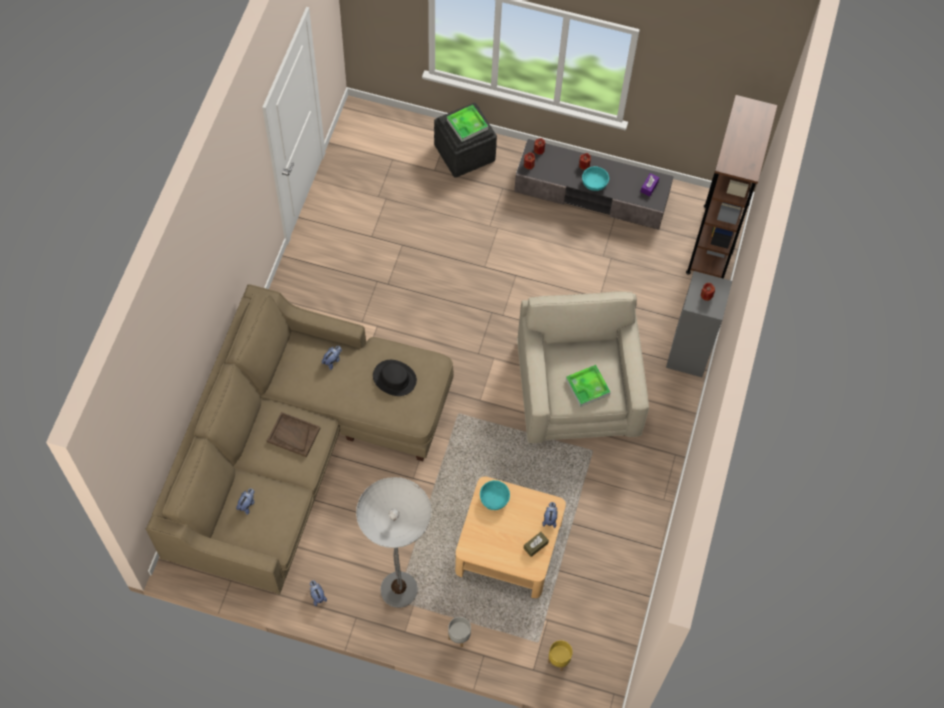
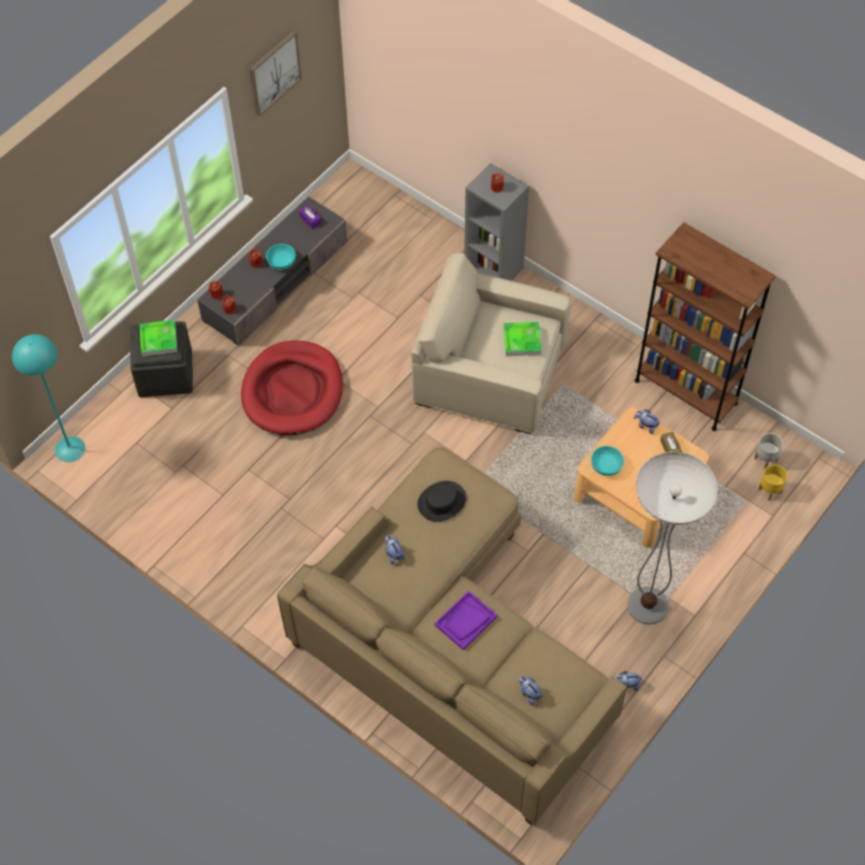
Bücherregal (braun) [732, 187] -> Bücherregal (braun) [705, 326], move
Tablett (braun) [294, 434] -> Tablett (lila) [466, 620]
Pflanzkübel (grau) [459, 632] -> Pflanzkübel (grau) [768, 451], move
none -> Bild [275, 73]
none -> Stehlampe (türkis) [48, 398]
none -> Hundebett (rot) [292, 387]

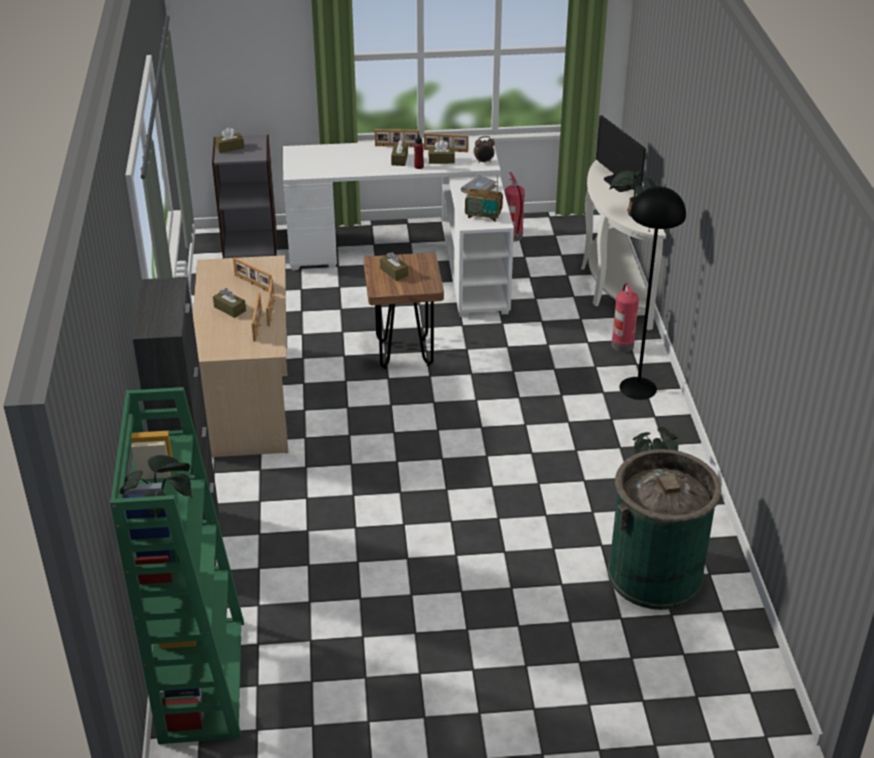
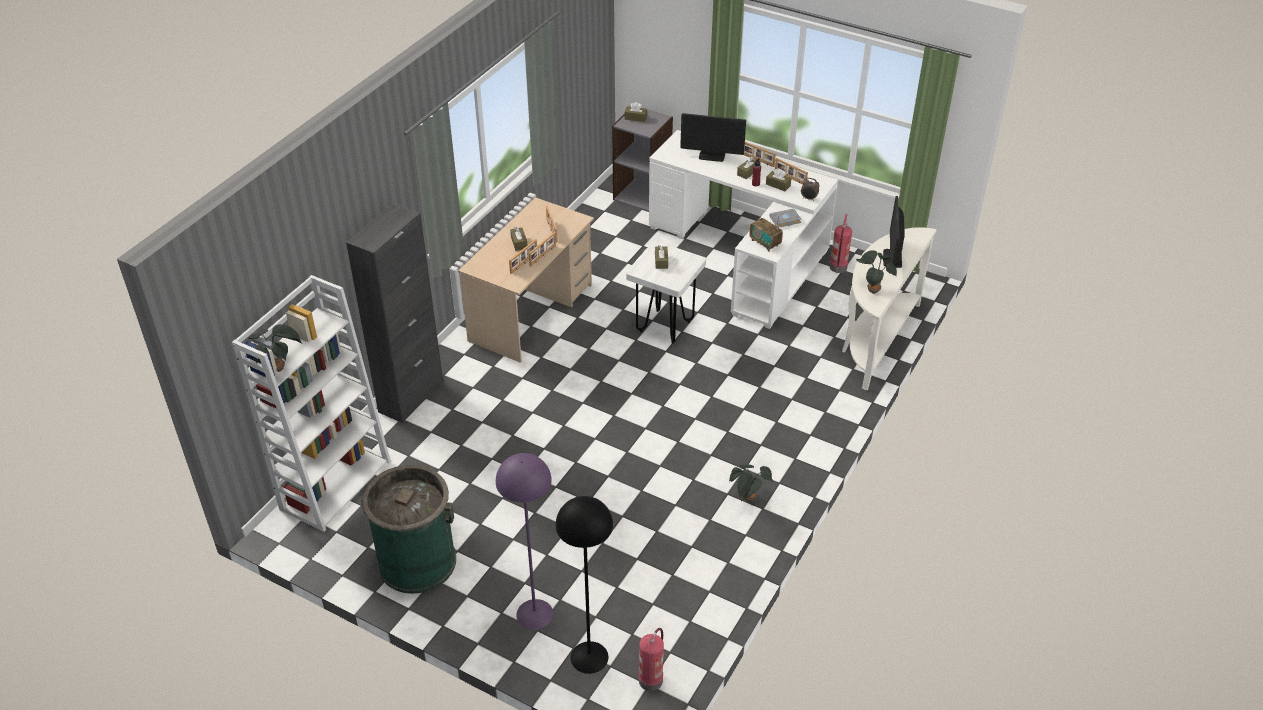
Stehlampe (schwarz) [652, 293] -> Stehlampe (schwarz) [584, 585], move
Hocker (braun) [404, 310] -> Hocker (weiß) [666, 292]
Feuerlöscher [625, 317] -> Feuerlöscher [651, 659], move
Bücherregal (grün) [177, 565] -> Bücherregal (weiß) [311, 403]
Mülleimer (grün) [664, 529] -> Mülleimer (grün) [408, 529], move
none -> Monitor [713, 137]
none -> Stehlampe (lila) [524, 541]

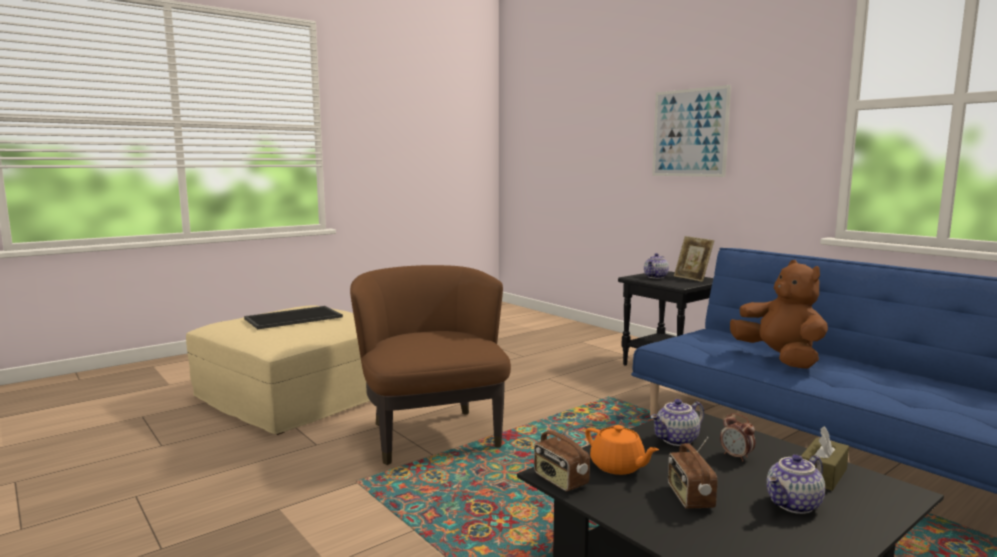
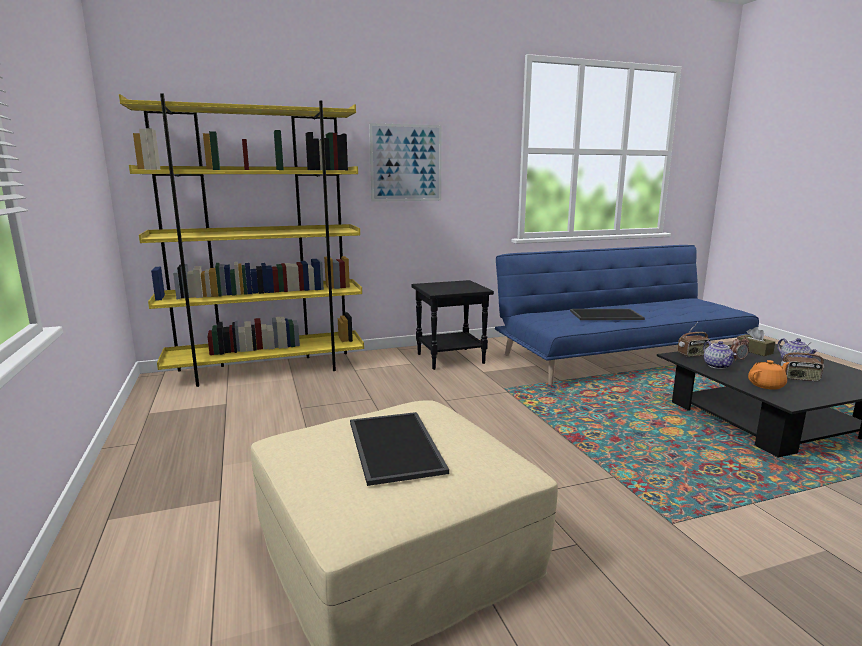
Bilderrahmen [694, 259] -> none
Teekanne [656, 266] -> none
Plüschtier (braun) [779, 314] -> Tablett [607, 314]
Sessel (braun) [430, 365] -> none
Radio [562, 456] -> Radio [694, 339], move
none -> Bücherregal (gelb) [241, 240]

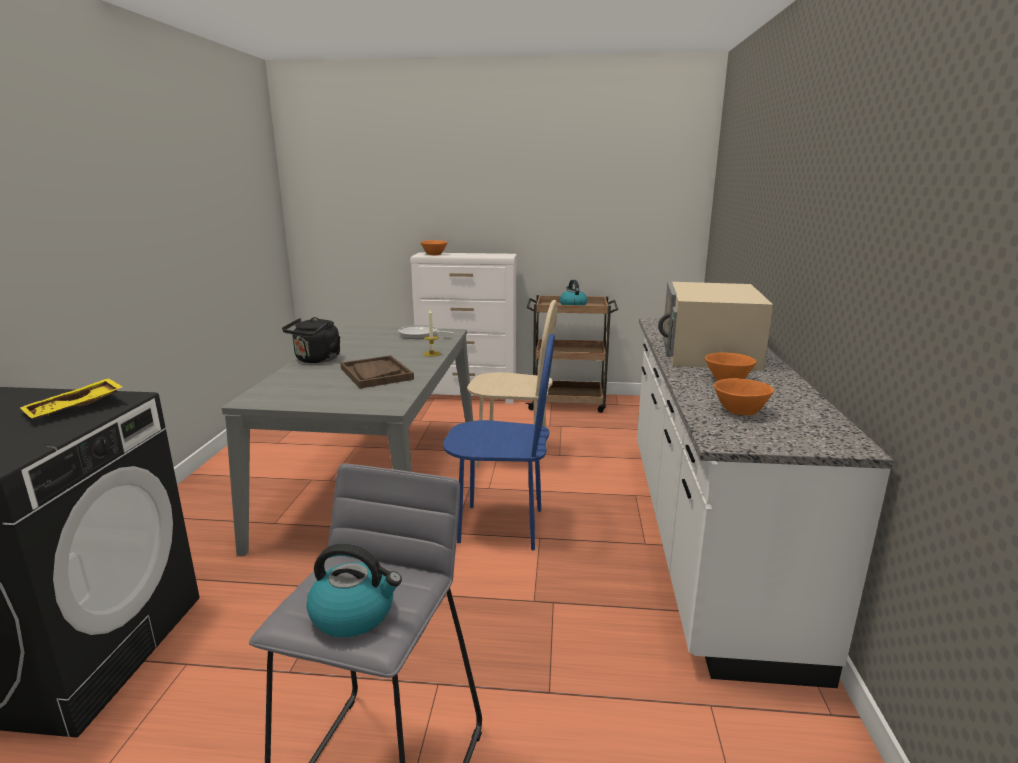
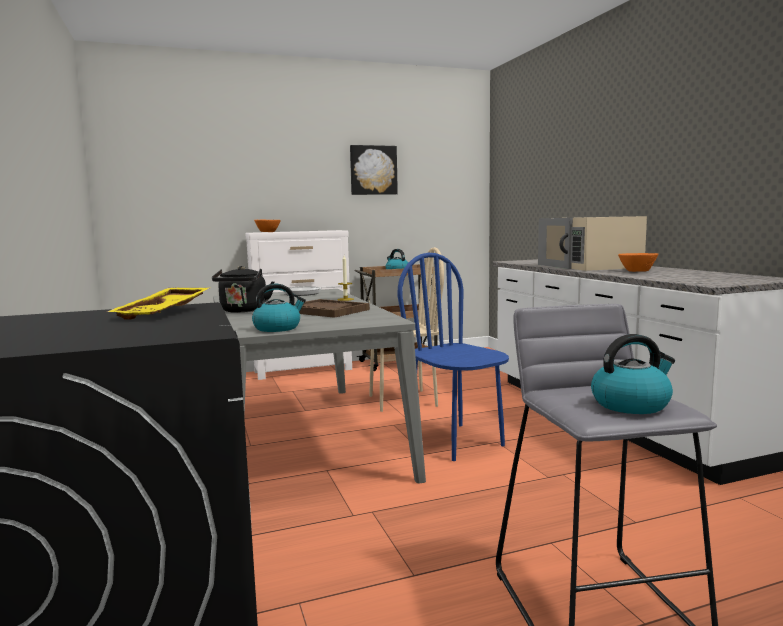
Stuhl (blau) [499, 441] -> Stuhl (blau) [453, 357], 105 degrees counterclockwise
Schüssel (orange) [744, 396] -> none
none -> Bild [374, 170]
none -> Wasserkessel [279, 308]

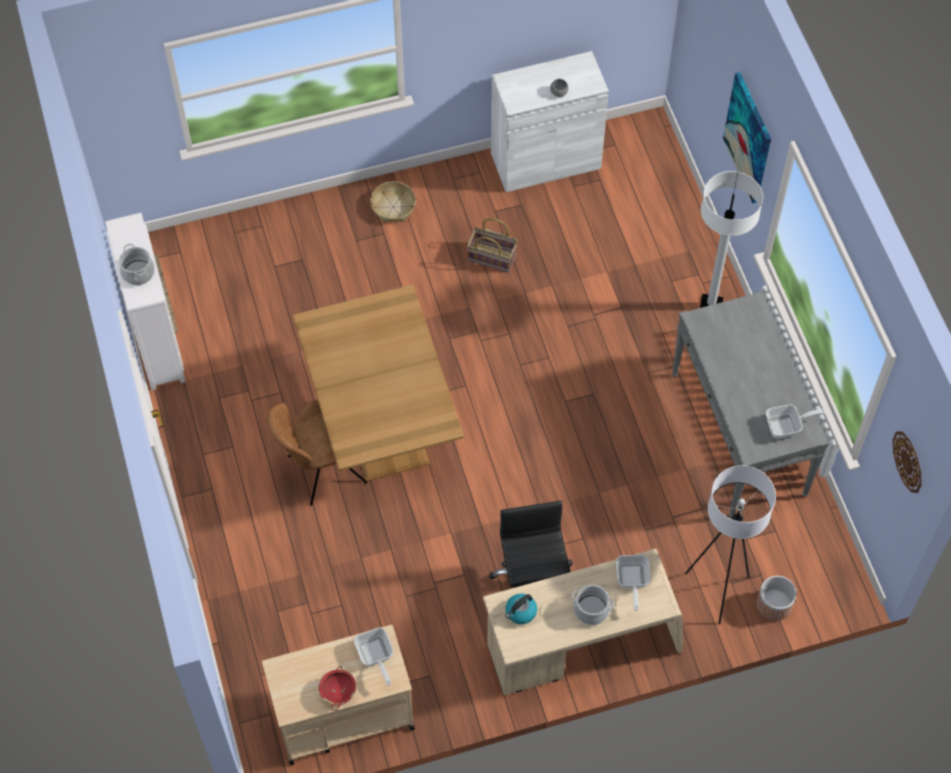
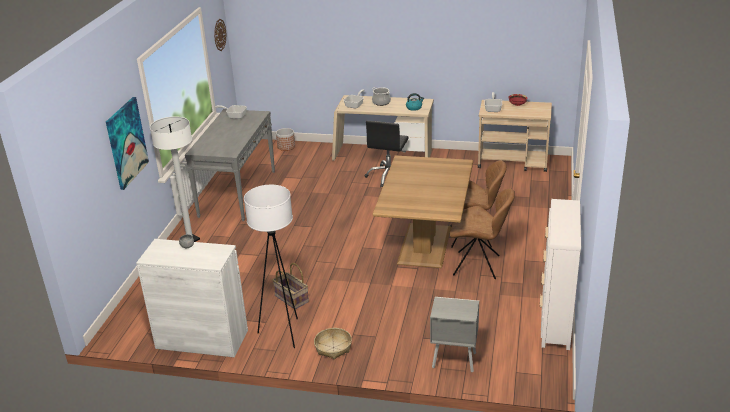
Kochtopf [137, 264] -> none
Stehlampe (weiß) [731, 544] -> Stehlampe (weiß) [271, 266], move
none -> Stuhl (braun) [482, 233]
none -> Nachttisch (grau) [454, 335]

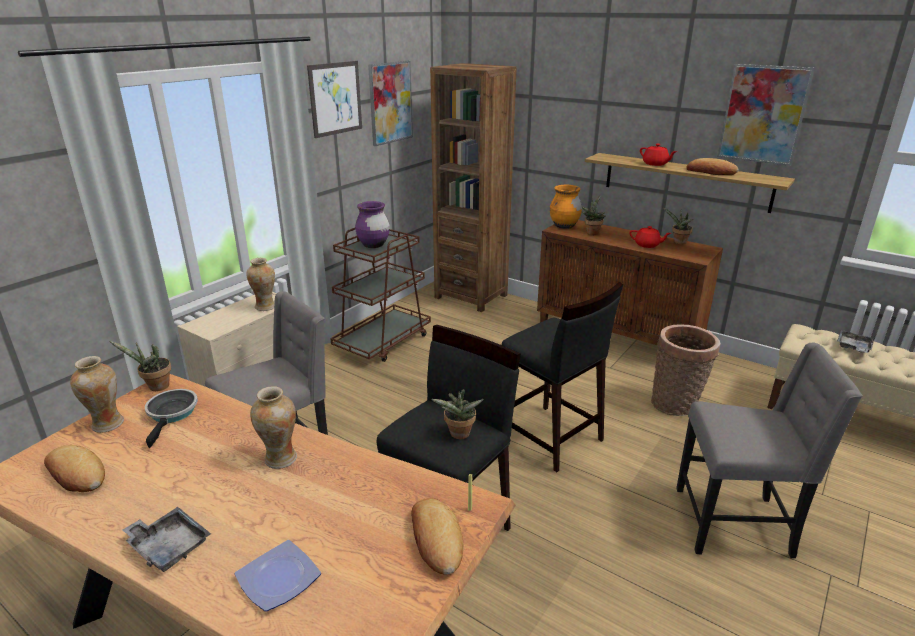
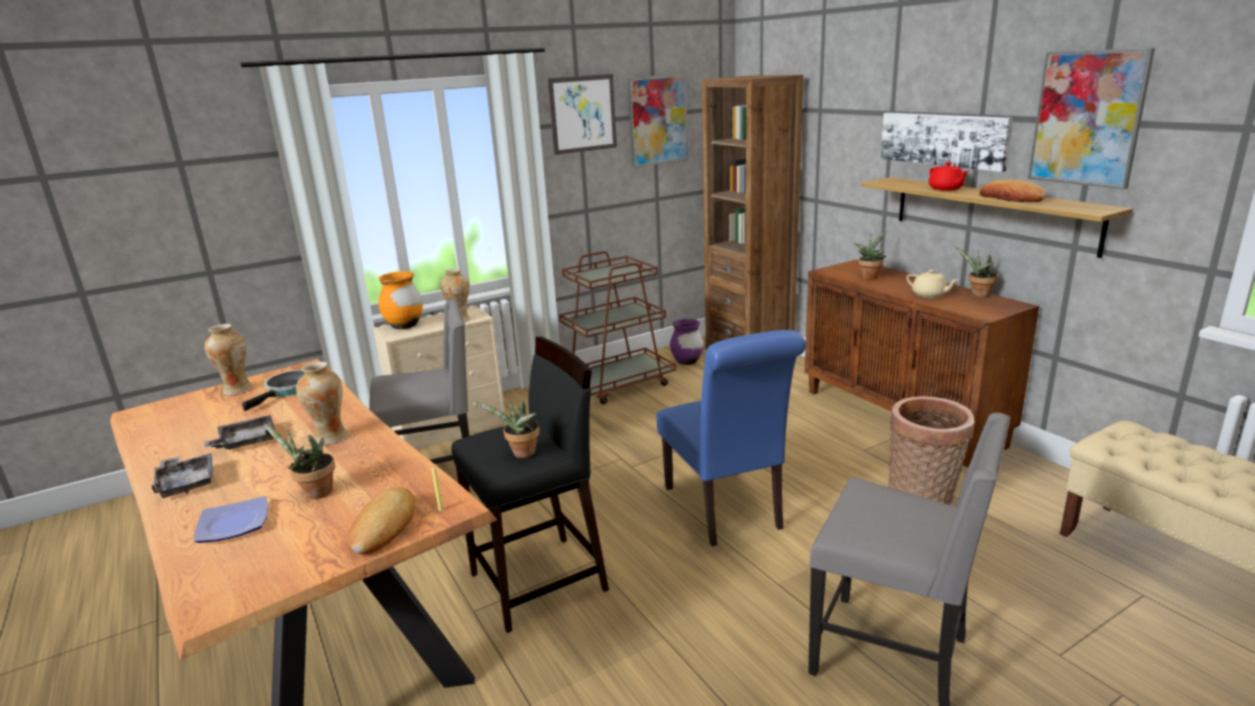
Vase (orange) [566, 207] -> Vase (orange) [400, 300], move
Vase (lila) [372, 224] -> Vase (lila) [687, 342], move
Teekanne (rot) [650, 237] -> Teekanne (beige) [932, 284]
Hocker (schwarz) [563, 377] -> Stuhl (blau) [731, 438]
Tablett (grau) [856, 341] -> Tablett (grau) [239, 432], move
Topfpflanze [140, 366] -> Topfpflanze [299, 461], move
Brot [74, 468] -> none
none -> Bild [946, 142]

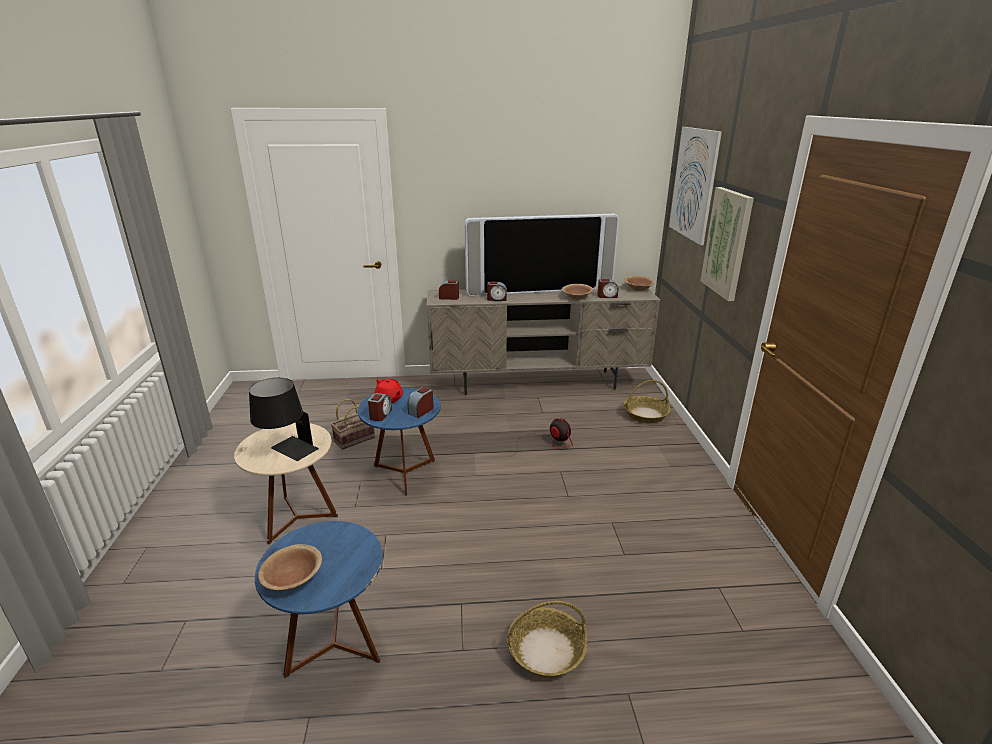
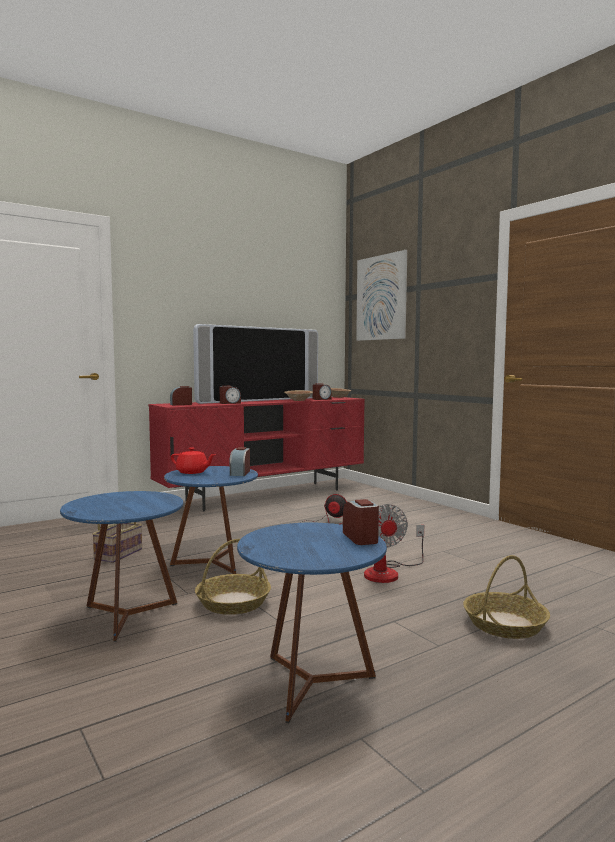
Bild [727, 244] -> none
Fernsehschrank (beige) [543, 340] -> Fernsehschrank (rot) [257, 454]
Tischlampe (schwarz) [284, 419] -> none
Korb [647, 401] -> Korb [233, 577], move
Wecker [380, 407] -> Wecker [361, 522], move
Beistelltisch (beige) [286, 483] -> Beistelltisch (blau) [121, 566]
Schüssel (braun) [290, 567] -> none
none -> Ventilator [394, 543]

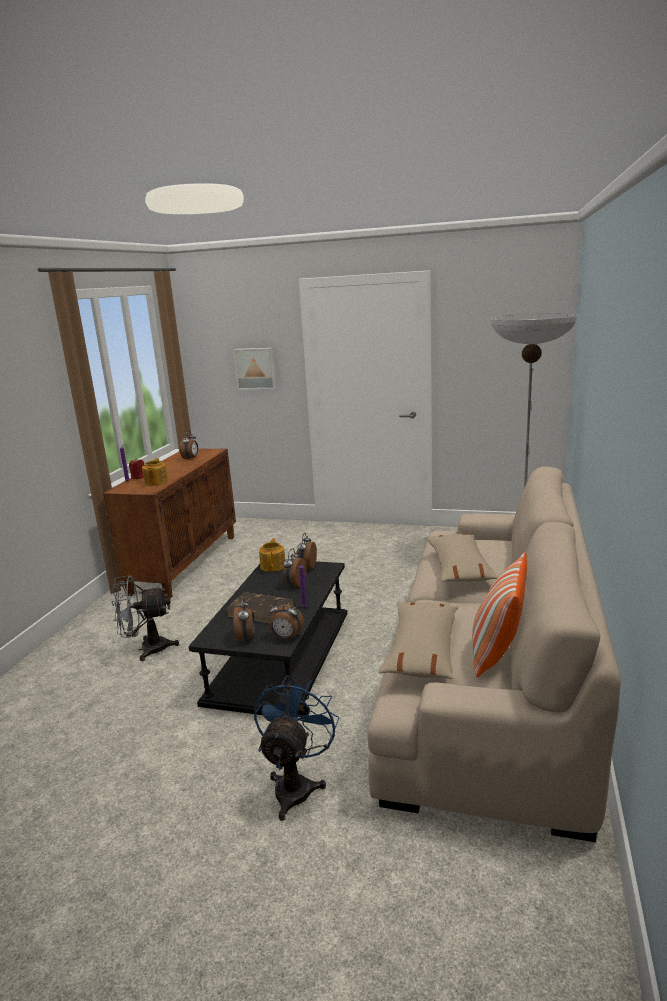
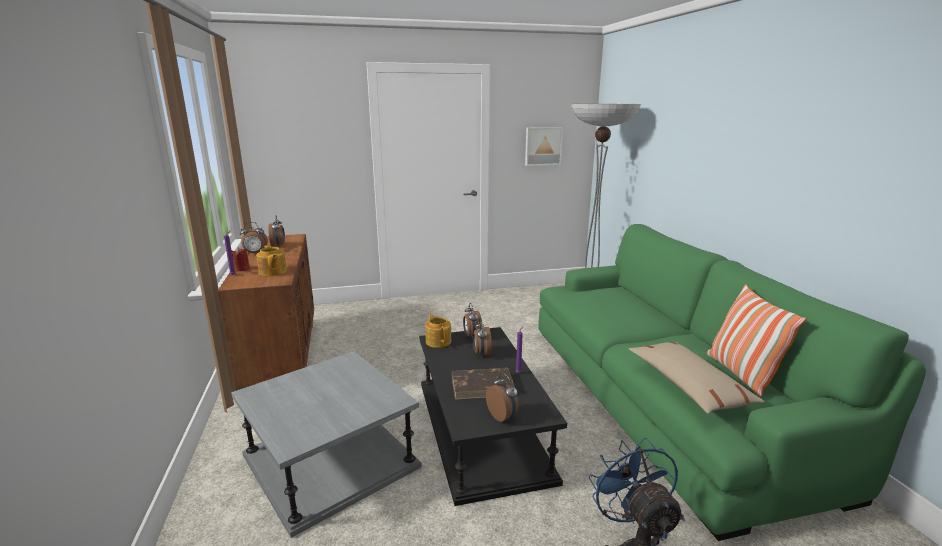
Bild [254, 369] -> Bild [544, 146], move
Sofa (beige) [494, 654] -> Sofa (grün) [732, 382]
Kissen (beige) [462, 558] -> none
Ventilator (grau) [145, 618] -> Beistelltisch (grau) [326, 444]
Wecker [286, 619] -> Wecker [254, 238], move

